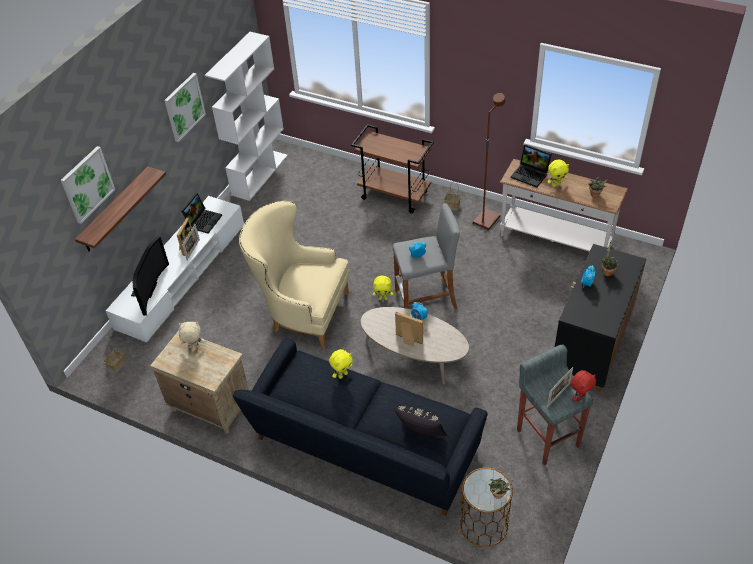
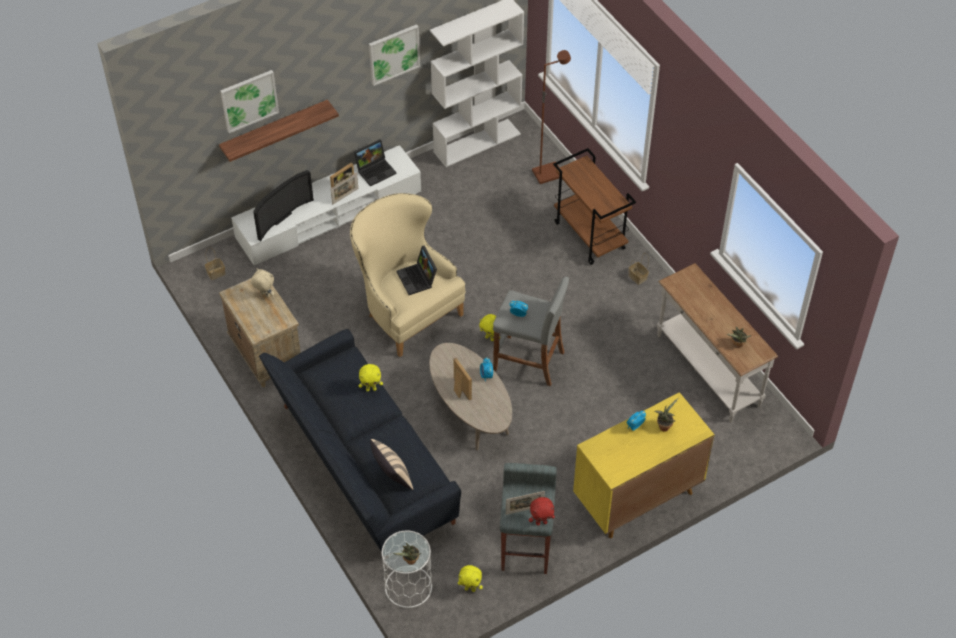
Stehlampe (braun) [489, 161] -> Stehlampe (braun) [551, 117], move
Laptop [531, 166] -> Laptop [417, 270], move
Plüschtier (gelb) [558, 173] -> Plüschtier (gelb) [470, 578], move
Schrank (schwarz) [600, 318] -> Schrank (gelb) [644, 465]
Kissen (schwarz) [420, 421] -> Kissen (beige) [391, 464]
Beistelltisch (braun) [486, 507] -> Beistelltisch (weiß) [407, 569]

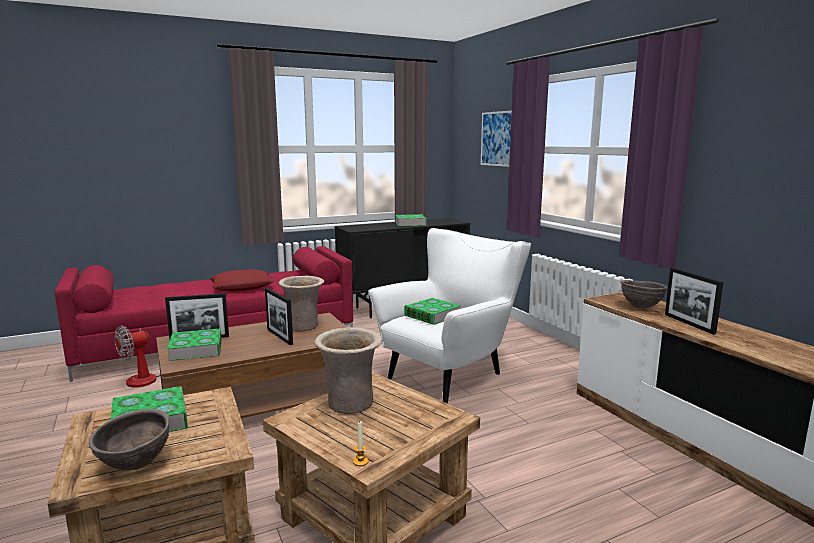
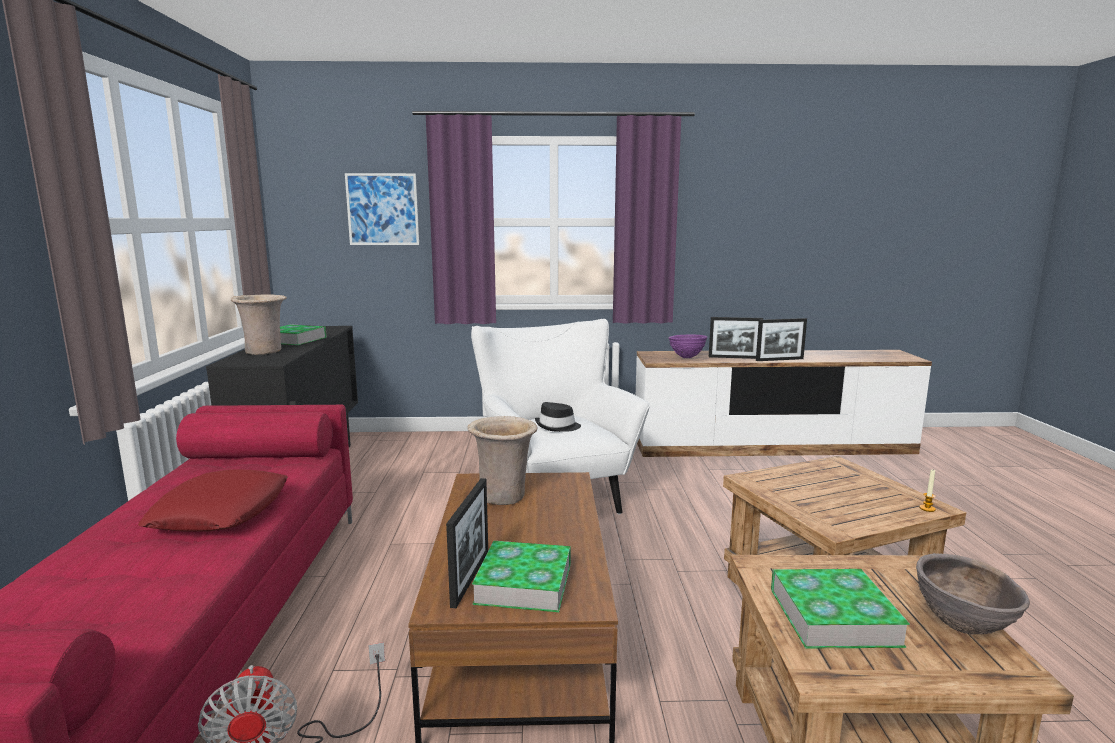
Schüssel (braun) [644, 294] -> Schüssel (lila) [687, 346]
Bilderrahmen [279, 316] -> Bilderrahmen [781, 339], move
Buch [432, 311] -> Hut (schwarz) [558, 417]
Vase (beige) [348, 370] -> Vase (beige) [259, 324], move

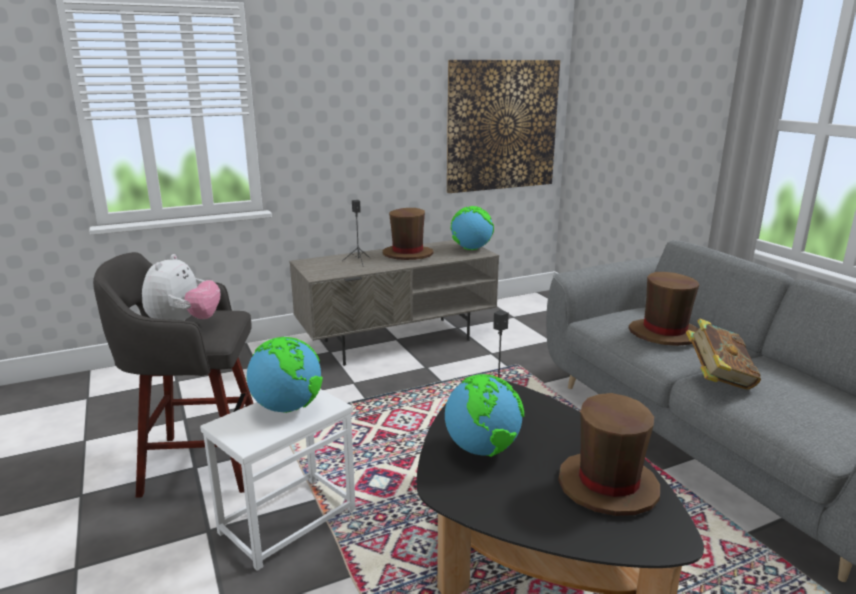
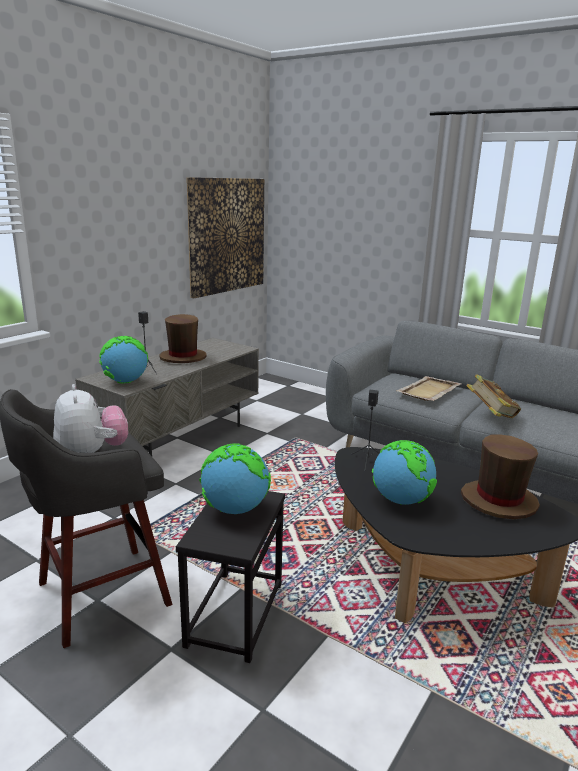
Globus [472, 228] -> Globus [123, 360], move
Hut (braun) [664, 309] -> Tablett (beige) [429, 388]
Beistelltisch (weiß) [278, 480] -> Beistelltisch (schwarz) [230, 577]

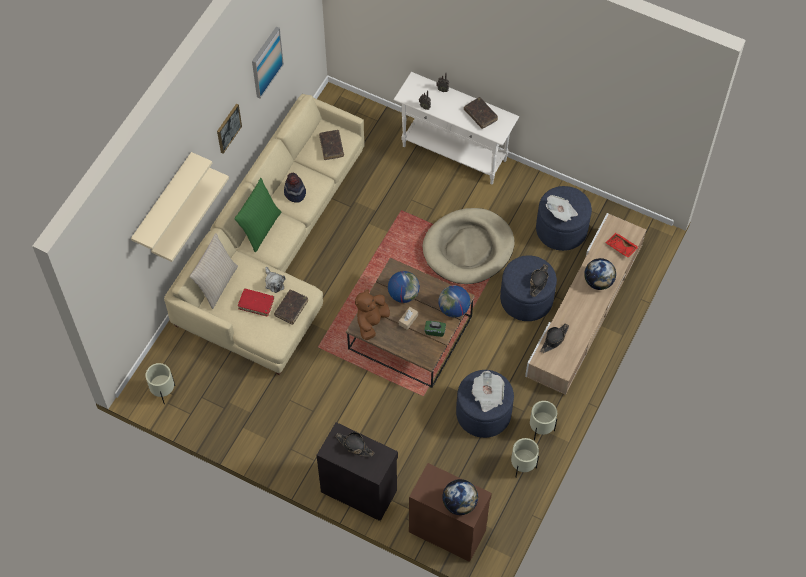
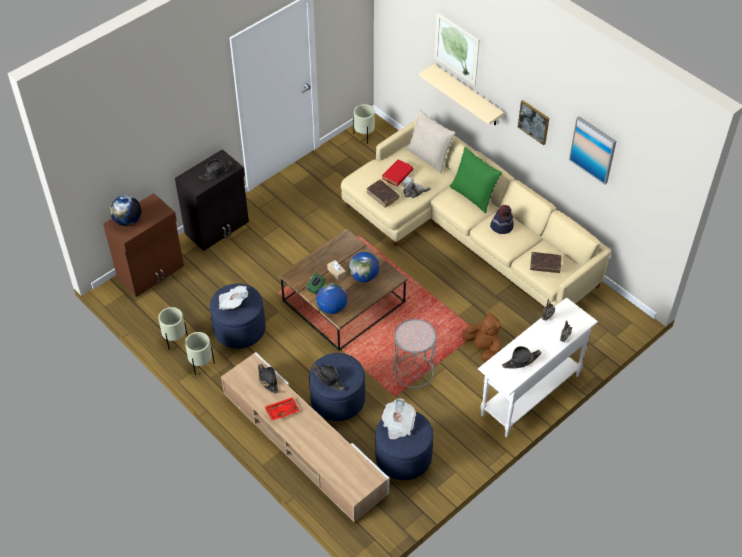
Buch (braun) [481, 113] -> Hut (schwarz) [522, 357]
Wandregal (beige) [171, 201] -> Bild [457, 49]
Hundebett (beige) [468, 246] -> Beistelltisch (grau) [415, 353]
Tablett (rot) [622, 245] -> Tablett (rot) [282, 408], move
Globus [600, 274] -> none
Plüschtier (braun) [372, 314] -> Plüschtier (braun) [481, 336], move

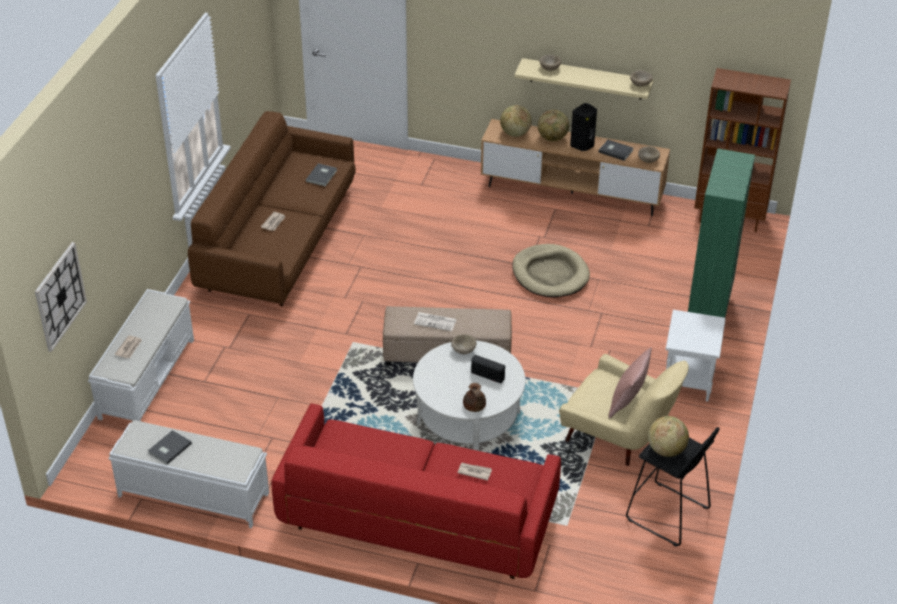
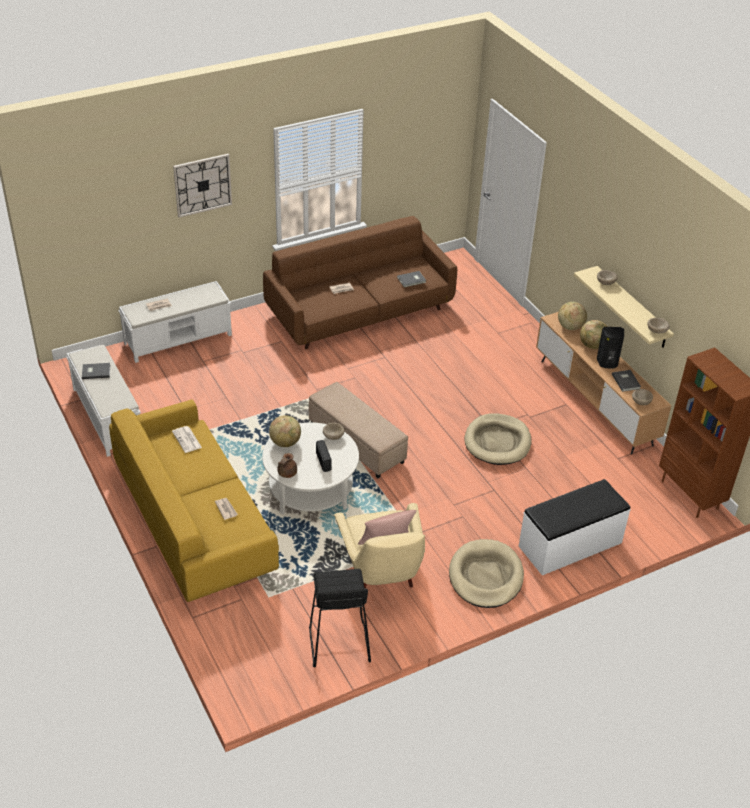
Bücherregal (grün) [721, 233] -> Bank (weiß) [575, 527]
Wanduhr [61, 297] -> Wanduhr [202, 186], move
Beistelltisch (weiß) [696, 356] -> Hundebett (beige) [486, 573]
Zeitung [435, 321] -> Zeitung [187, 439], move
Sofa (rot) [416, 491] -> Sofa (gelb) [194, 500]
Globus [668, 436] -> Globus [285, 431], move

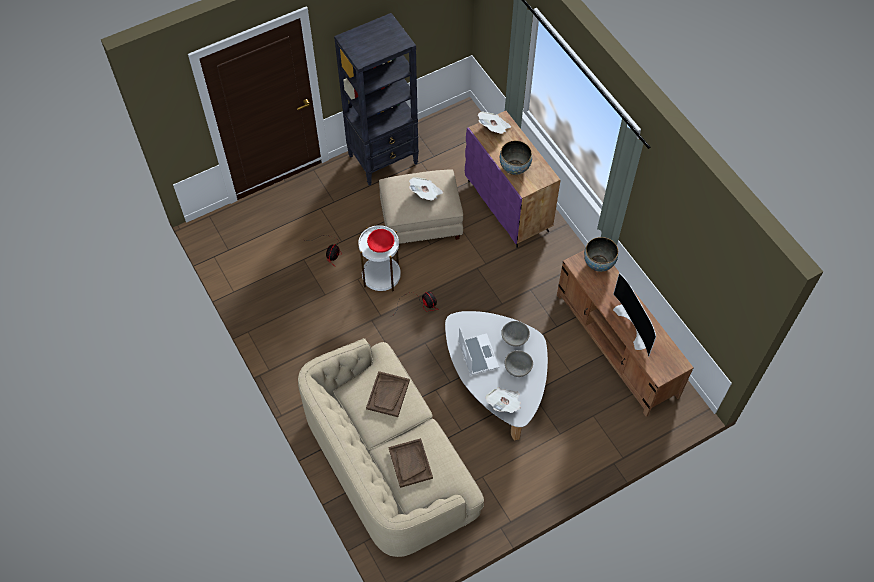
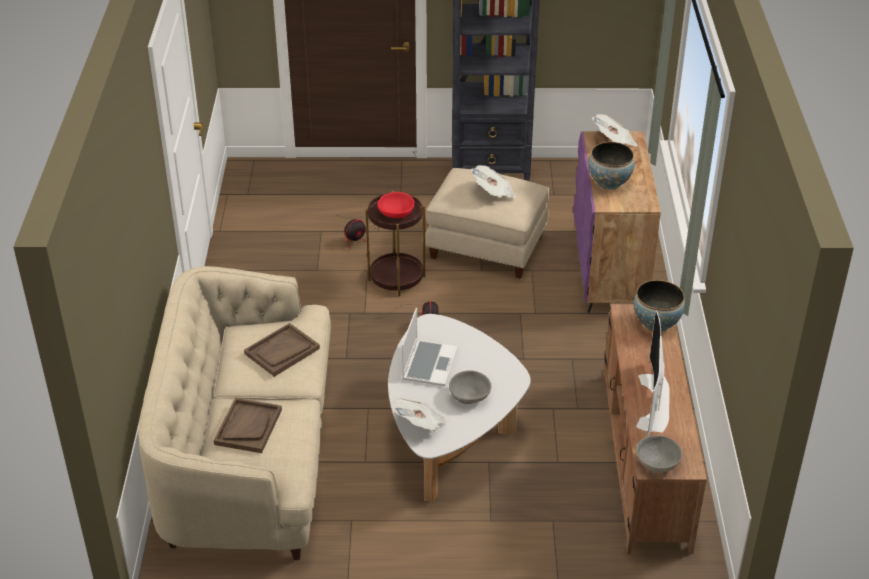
Beistelltisch (weiß) [379, 258] -> Beistelltisch (braun) [395, 243]
Schüssel (grau) [515, 334] -> Schüssel (grau) [659, 454], move

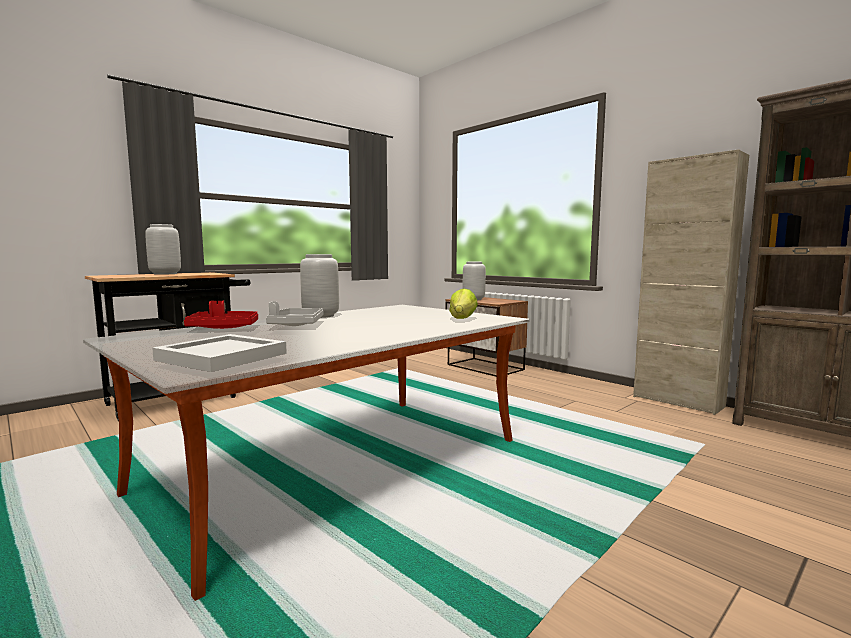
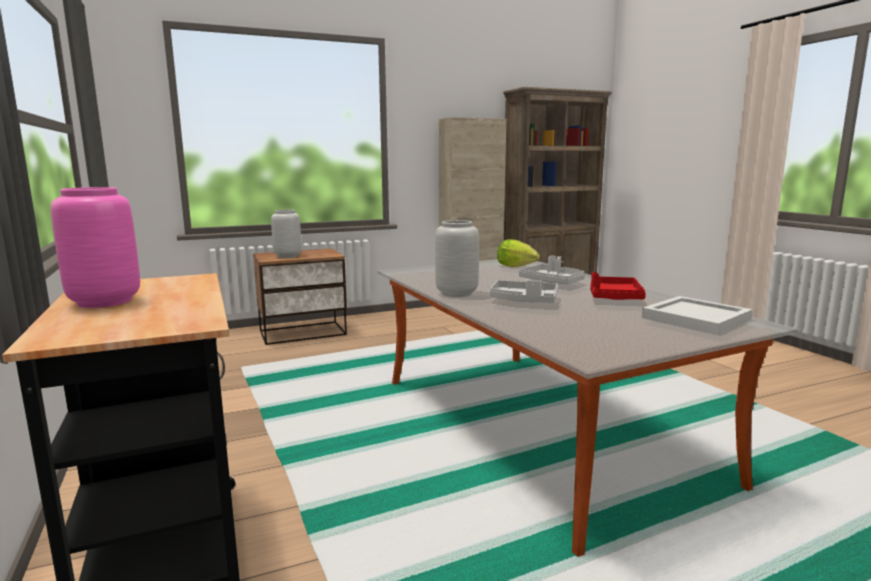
Vase (grau) [163, 249] -> Vase (rosa) [95, 247]
Tablett (rot) [221, 315] -> Tablett (rot) [618, 286], move
none -> Tablett (grau) [552, 269]

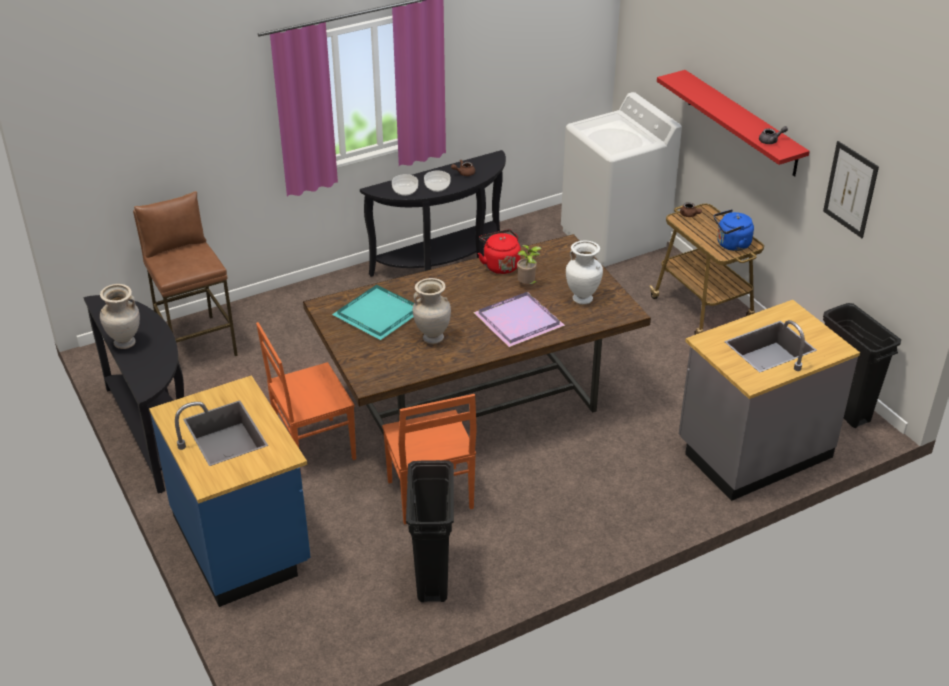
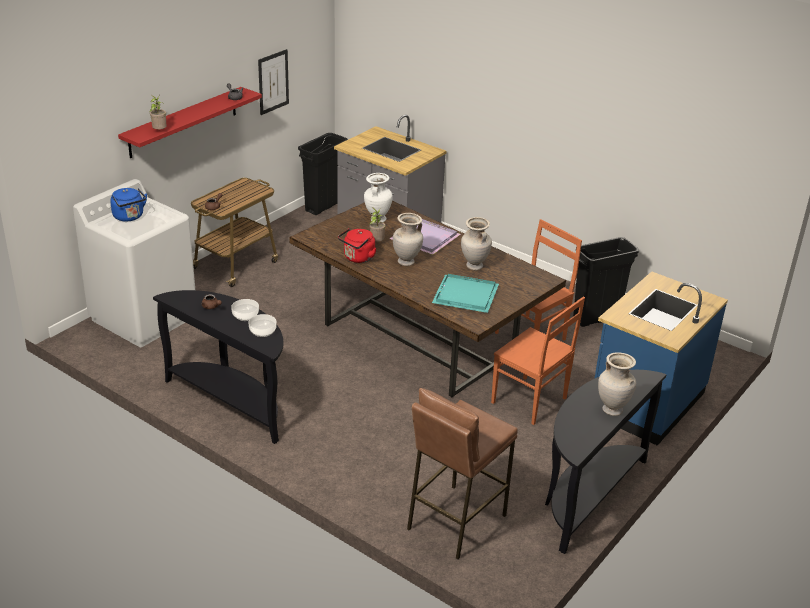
Wasserkessel (blau) [734, 230] -> Wasserkessel (blau) [128, 204], move
none -> Topfpflanze [157, 112]
none -> Vase (beige) [408, 239]

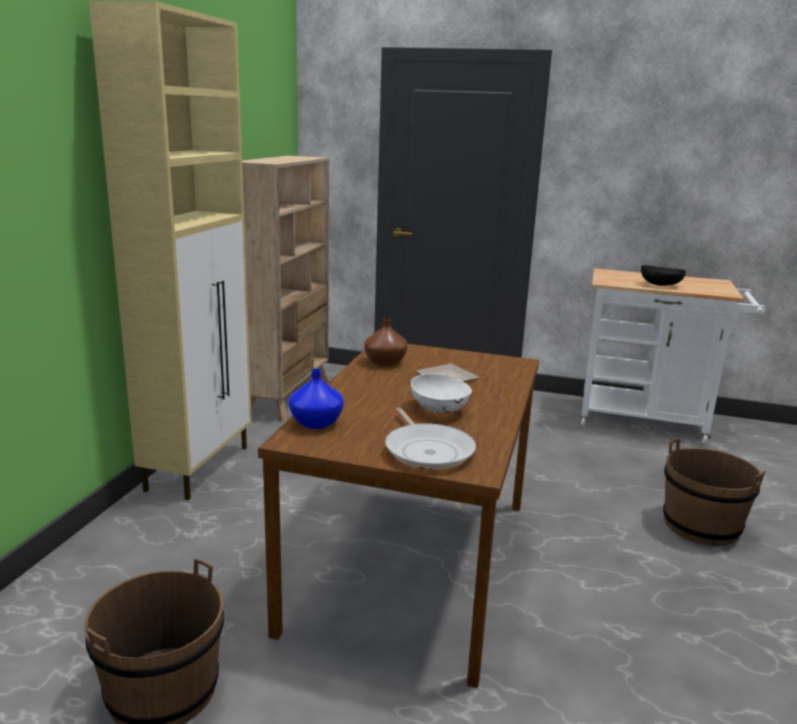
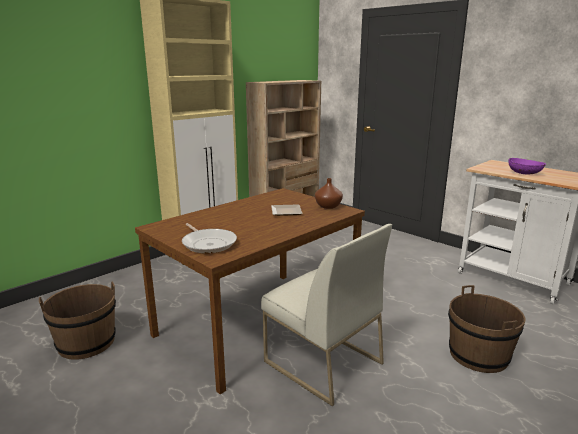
Schüssel (schwarz) [663, 275] -> Schüssel (lila) [527, 166]
Vase (braun) [386, 342] -> Vase (braun) [329, 193], move
Vase (blau) [316, 399] -> none
Schüssel (weiß) [441, 393] -> none
Pfanne [430, 438] -> Pfanne [209, 238], 45 degrees counterclockwise
none -> Stuhl (weiß) [326, 315]

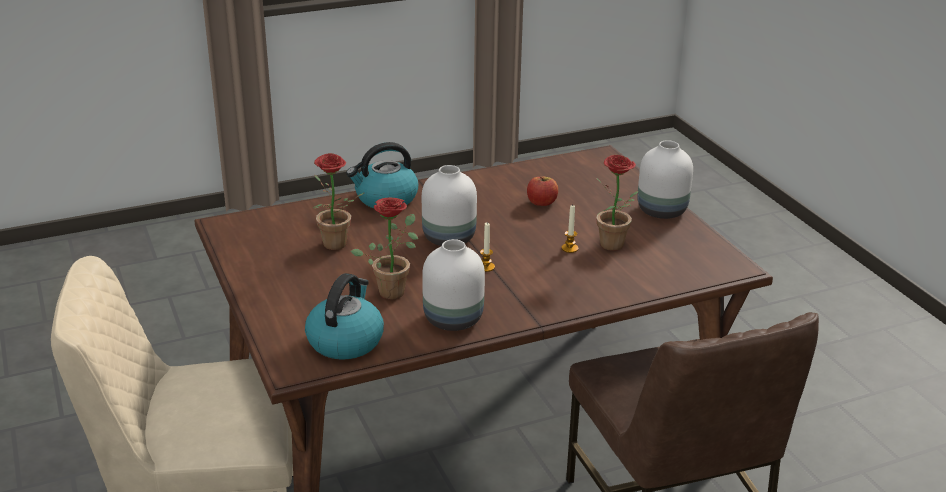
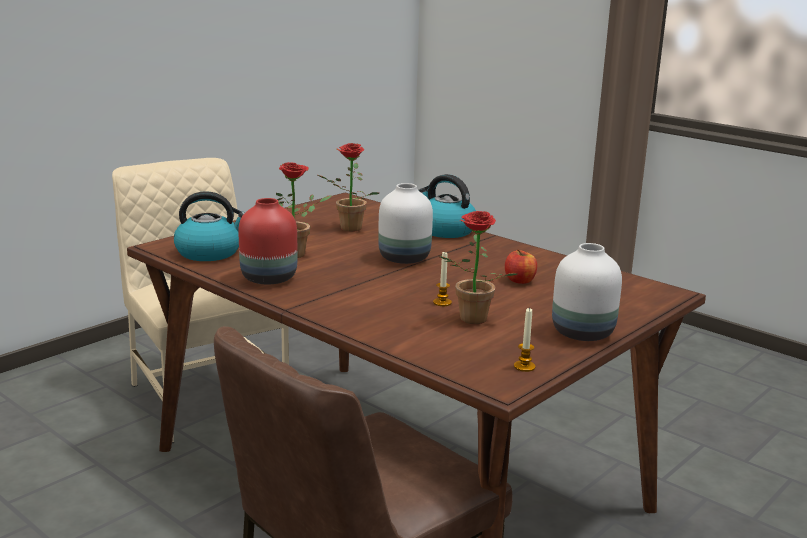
Kerze [487, 247] -> Kerze [525, 339], move
Vase (weiß) [453, 285] -> Vase (rot) [267, 241]

